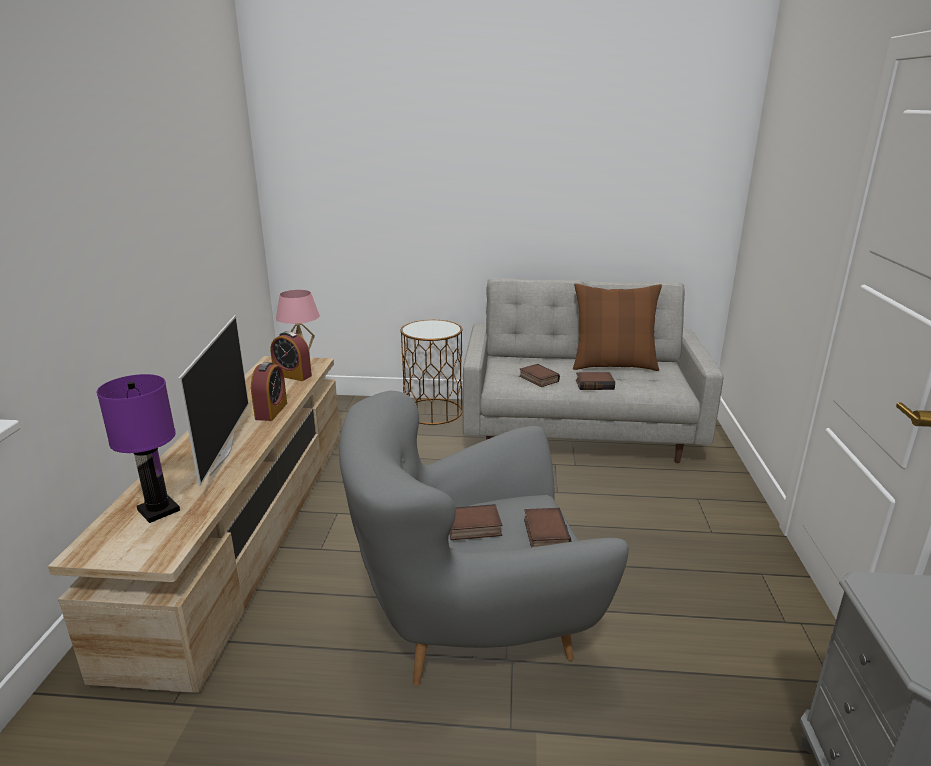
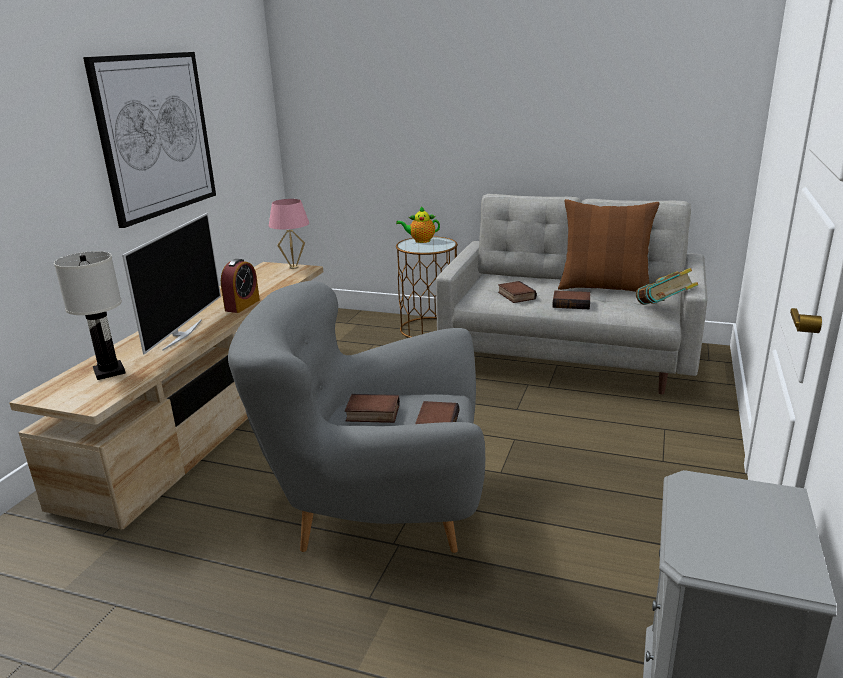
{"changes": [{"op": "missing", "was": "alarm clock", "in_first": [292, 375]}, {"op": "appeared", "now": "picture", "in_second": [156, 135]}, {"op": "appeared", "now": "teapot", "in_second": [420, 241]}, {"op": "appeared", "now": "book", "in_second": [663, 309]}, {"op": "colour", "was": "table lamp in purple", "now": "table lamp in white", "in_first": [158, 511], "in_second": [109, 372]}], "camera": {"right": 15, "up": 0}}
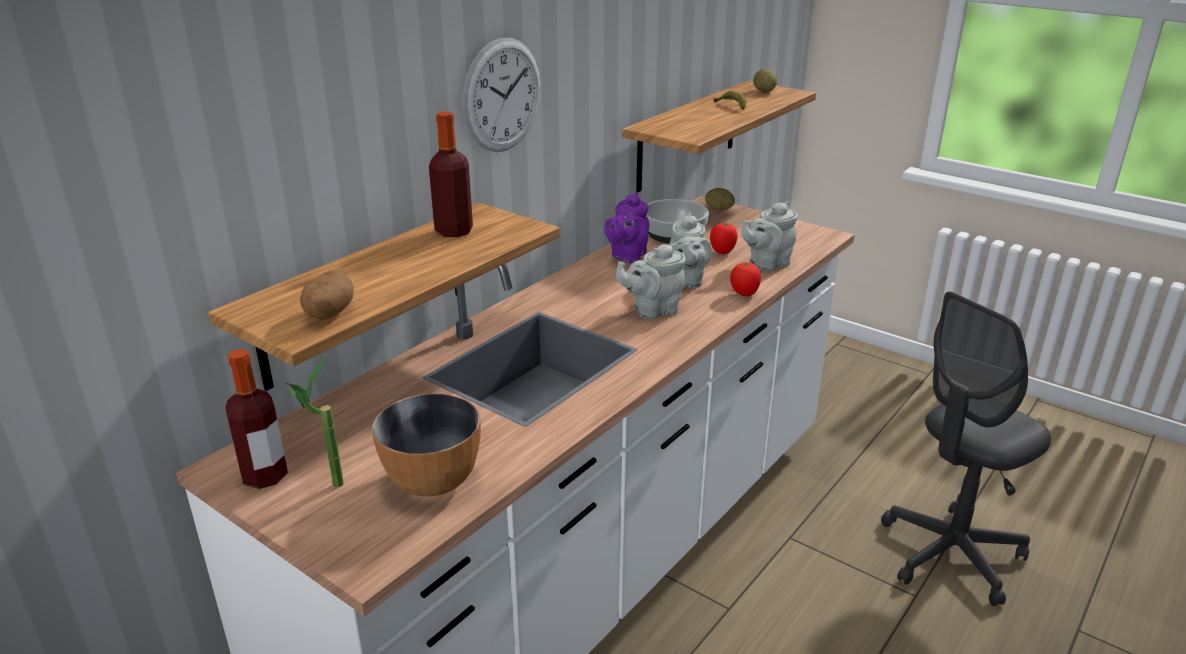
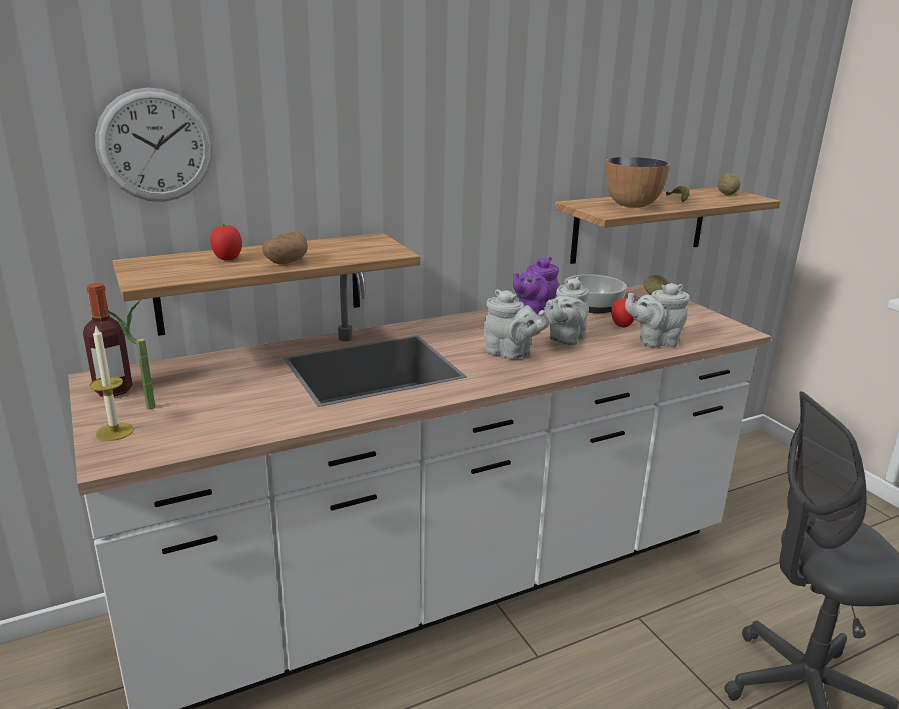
{"changes": [{"op": "missing", "was": "bottle", "in_first": [454, 231]}, {"op": "appeared", "now": "candle", "in_second": [115, 432]}, {"op": "relocated", "was": "potato", "in_first": [328, 314], "in_second": [285, 262]}, {"op": "relocated", "was": "bowl", "in_first": [433, 481], "in_second": [632, 205]}, {"op": "relocated", "was": "wall clock", "in_first": [502, 95], "in_second": [155, 146]}, {"op": "relocated", "was": "tomato", "in_first": [744, 294], "in_second": [227, 259]}, {"op": "spun", "was": "teapot in grey", "in_first": [652, 310], "in_second": [511, 353], "clockwise": -150}], "camera": {"right": 25, "up": -5}}
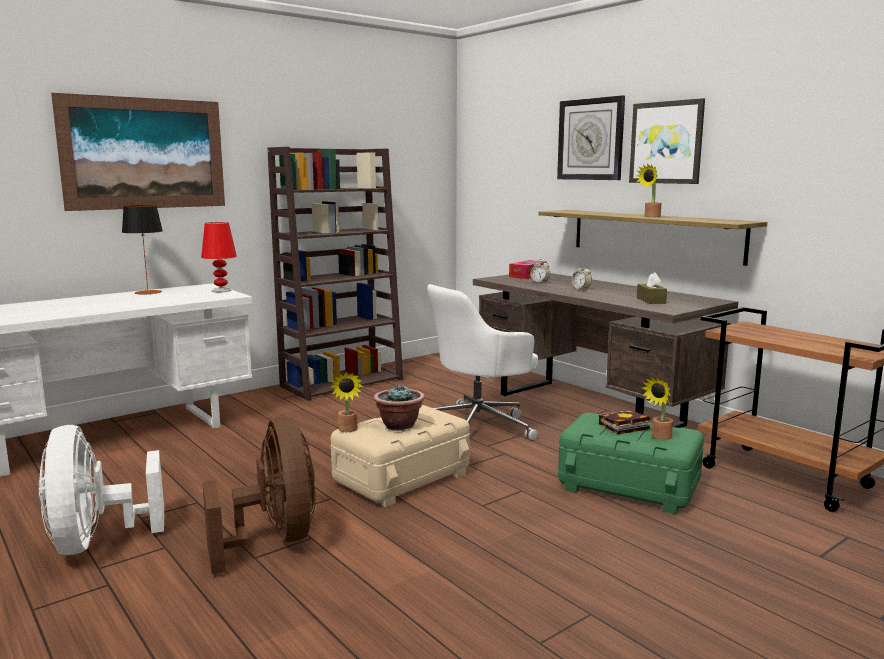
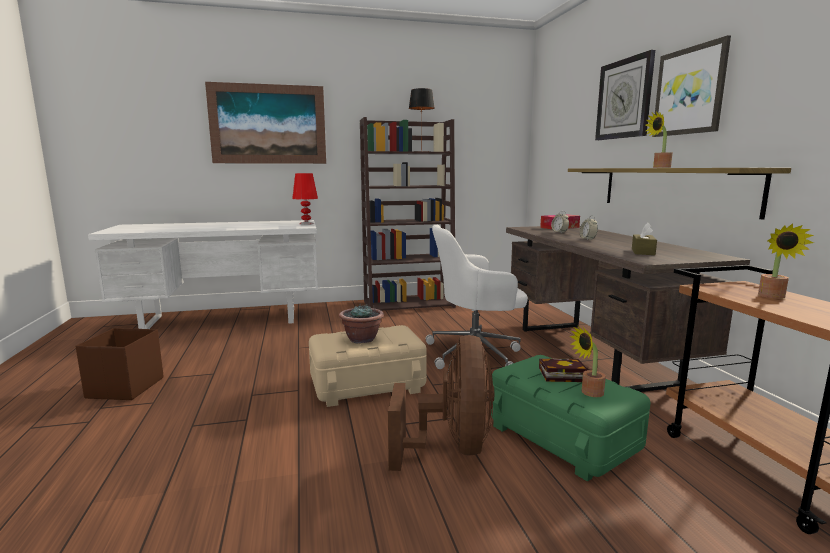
{"changes": [{"op": "relocated", "was": "table lamp", "in_first": [148, 292], "in_second": [421, 151]}, {"op": "relocated", "was": "fan in brown", "in_first": [274, 539], "in_second": [452, 447]}, {"op": "relocated", "was": "potted plant", "in_first": [348, 430], "in_second": [773, 297]}, {"op": "exchanged", "was": "fan in white", "now": "storage box in brown", "in_first": [96, 541], "in_second": [124, 388]}], "camera": {"right": 25, "up": 0}}
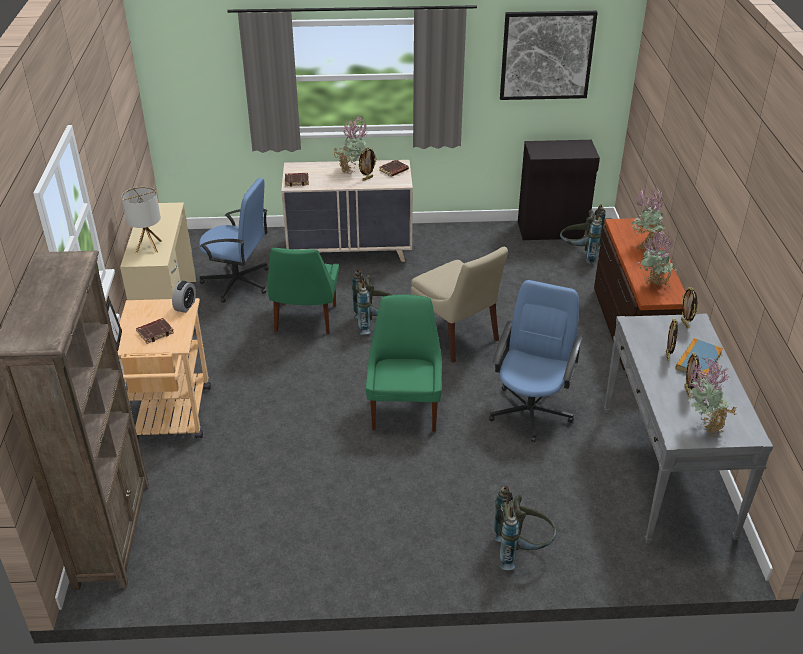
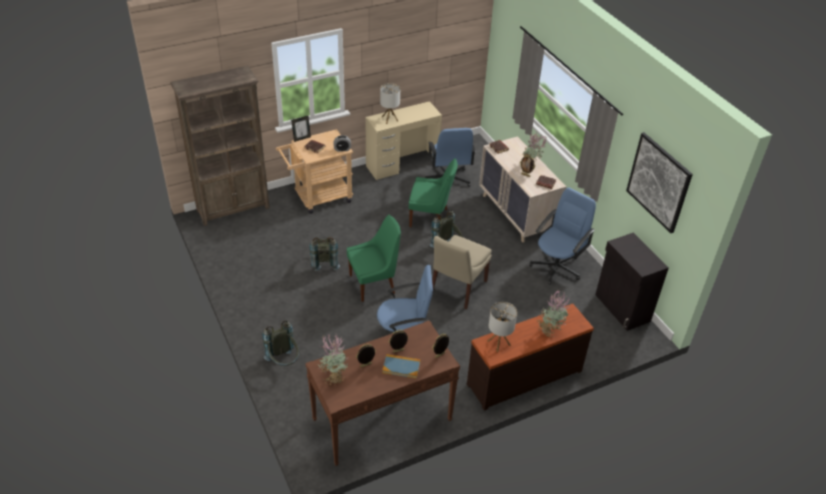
{"changes": [{"op": "appeared", "now": "office chair in blue", "in_second": [556, 267]}, {"op": "relocated", "was": "backpack in grey", "in_first": [579, 254], "in_second": [324, 262]}, {"op": "exchanged", "was": "potted plant", "now": "table lamp", "in_first": [653, 286], "in_second": [498, 343]}, {"op": "colour", "was": "console table in grey", "now": "console table in brown", "in_first": [666, 471], "in_second": [382, 420]}, {"op": "spun", "was": "chair in green", "in_first": [305, 320], "in_second": [430, 218], "clockwise": -150}], "camera": {"right": 65, "up": 5}}
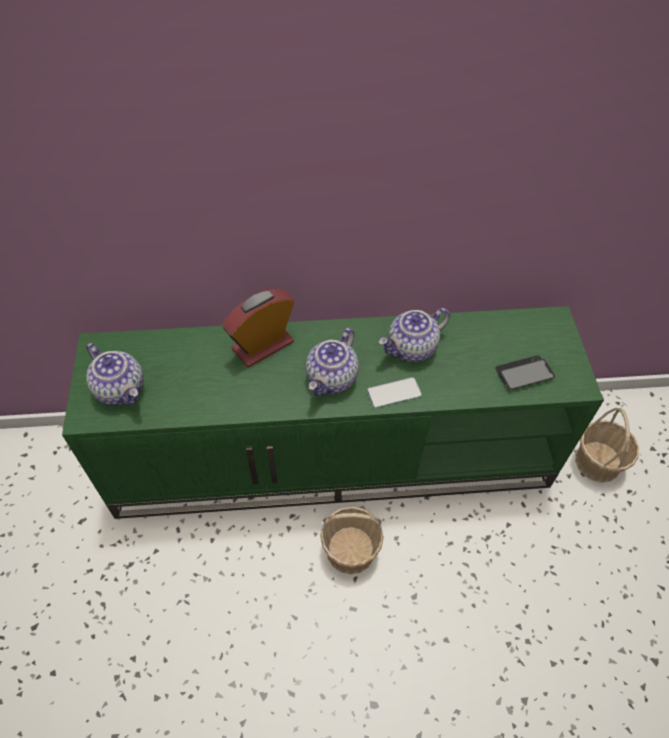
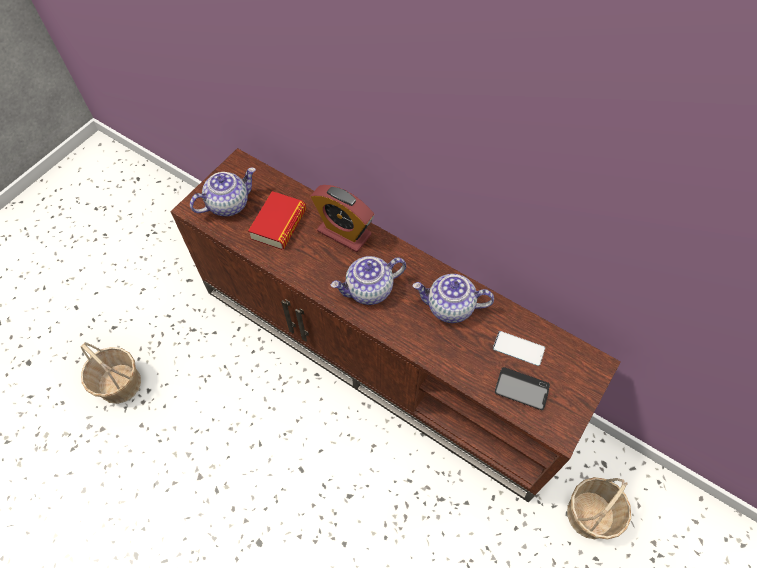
{"changes": [{"op": "appeared", "now": "book", "in_second": [279, 224]}, {"op": "relocated", "was": "basket", "in_first": [351, 550], "in_second": [120, 384]}, {"op": "relocated", "was": "phone", "in_first": [394, 393], "in_second": [518, 348]}, {"op": "colour", "was": "tv stand in green", "now": "tv stand in brown", "in_first": [334, 455], "in_second": [382, 353]}, {"op": "spun", "was": "teapot", "in_first": [121, 389], "in_second": [228, 204], "clockwise": -120}, {"op": "spun", "was": "alarm clock", "in_first": [263, 345], "in_second": [344, 233], "clockwise": -150}], "camera": {"right": 40, "up": 5}}
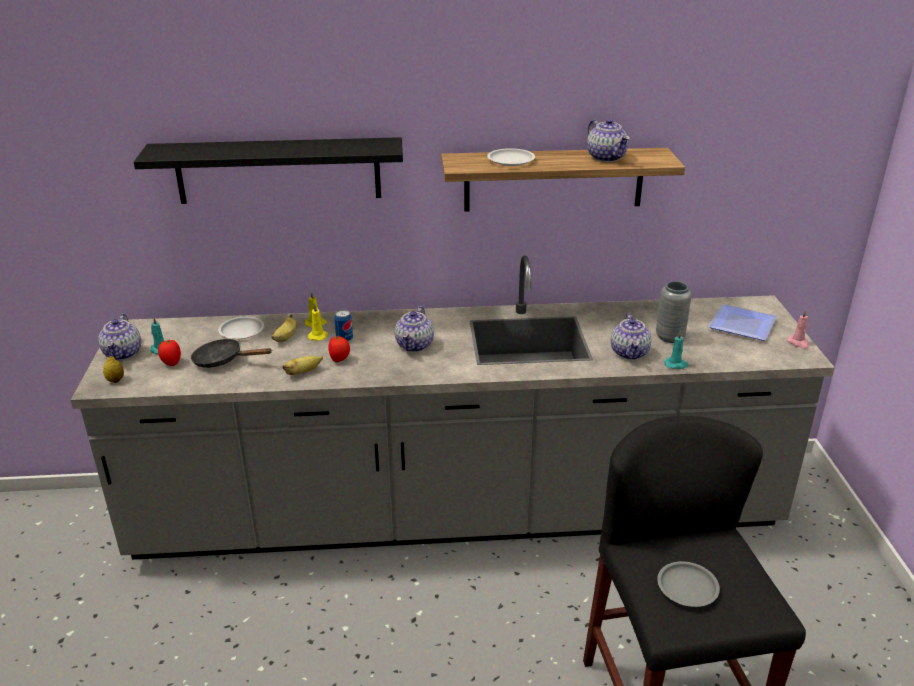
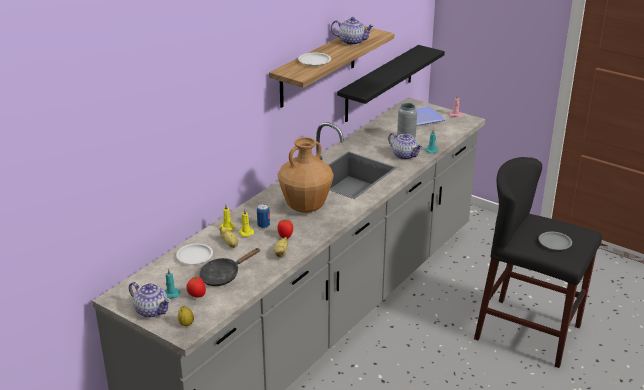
{"changes": [{"op": "relocated", "was": "shelf in black", "in_first": [278, 170], "in_second": [379, 83]}, {"op": "exchanged", "was": "teapot", "now": "vase in brown", "in_first": [415, 345], "in_second": [306, 207]}], "camera": {"right": -50, "up": 0}}
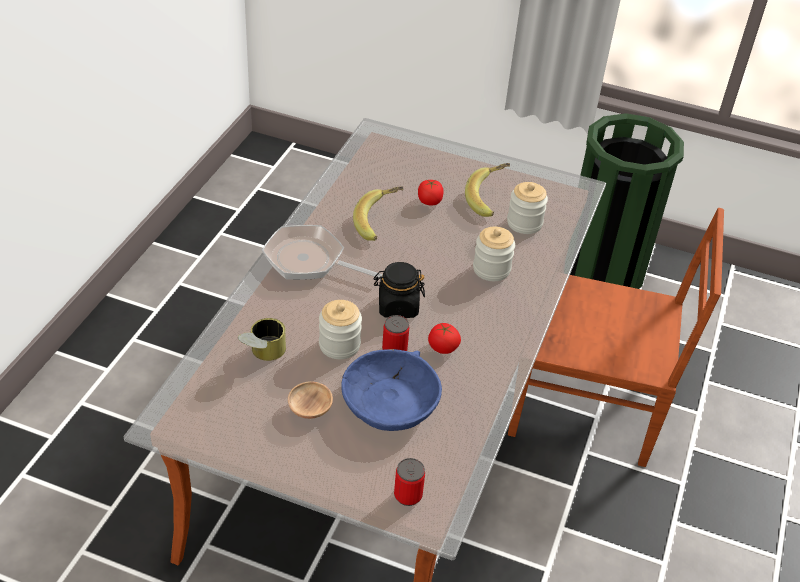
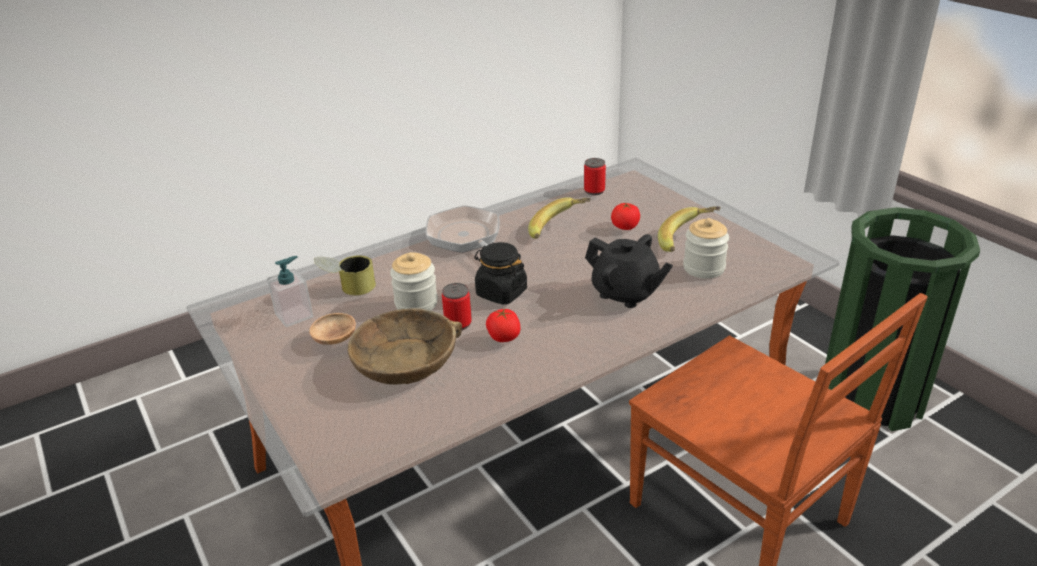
{"changes": [{"op": "appeared", "now": "soap dispenser", "in_second": [294, 315]}, {"op": "relocated", "was": "can", "in_first": [408, 495], "in_second": [594, 191]}, {"op": "exchanged", "was": "jar", "now": "teapot in black", "in_first": [491, 269], "in_second": [625, 293]}, {"op": "colour", "was": "bowl in blue", "now": "bowl in brown", "in_first": [390, 401], "in_second": [405, 360]}], "camera": {"right": 40, "up": -10}}
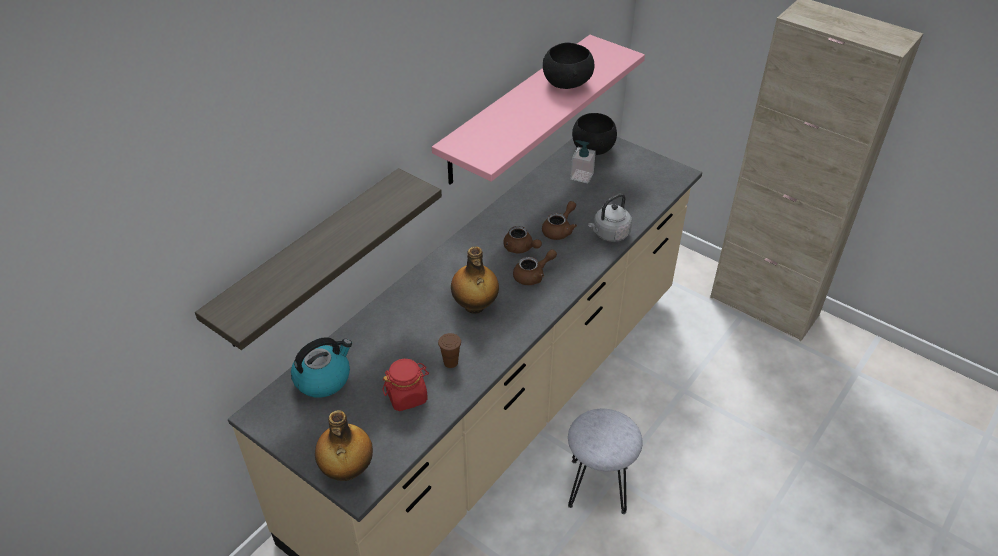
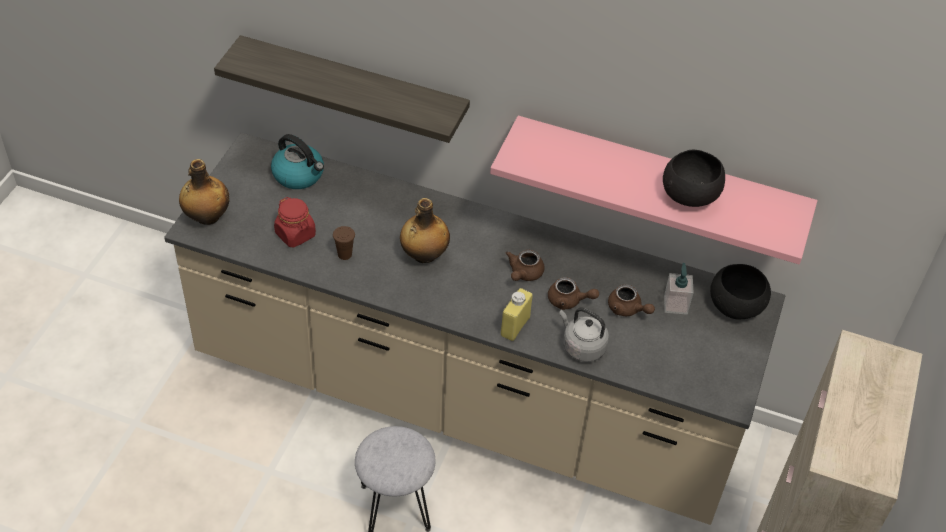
{"changes": [{"op": "appeared", "now": "bottle in yellow", "in_second": [515, 326]}, {"op": "relocated", "was": "teapot in brown", "in_first": [533, 275], "in_second": [627, 309]}], "camera": {"right": 70, "up": 5}}
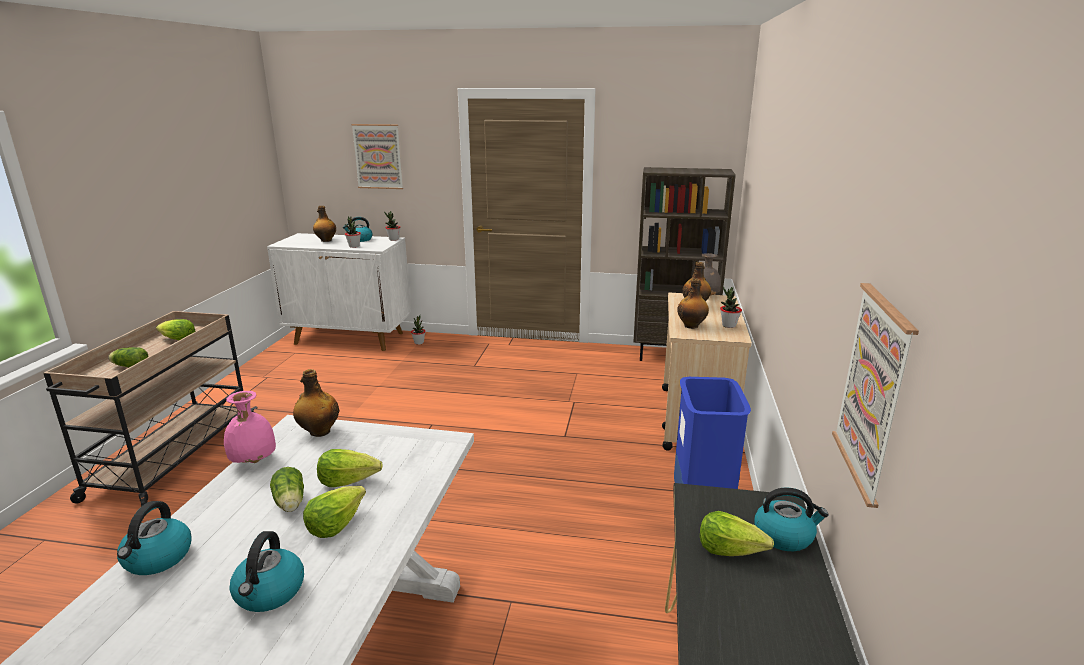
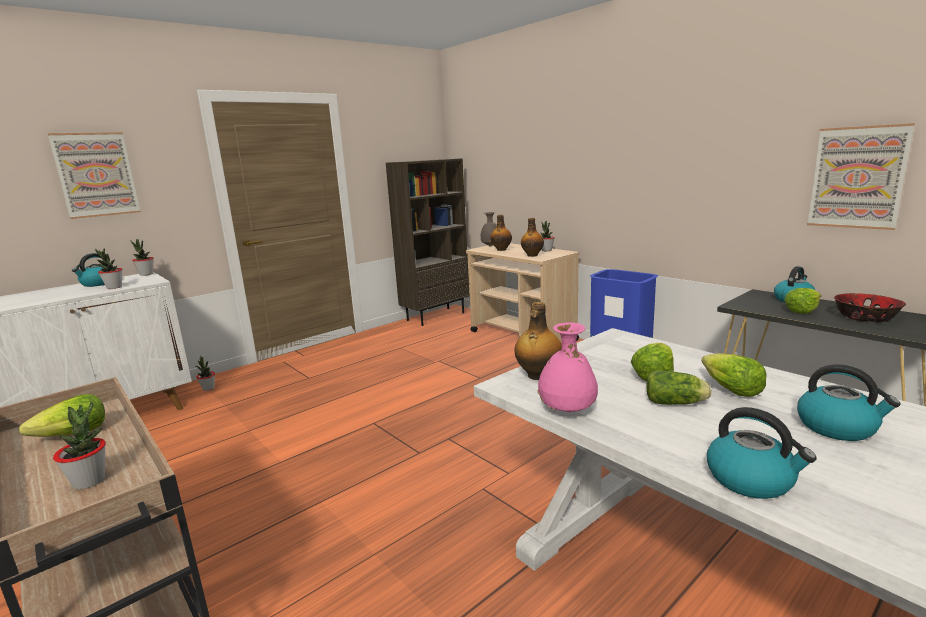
{"changes": [{"op": "missing", "was": "bottle", "in_first": [326, 240]}, {"op": "appeared", "now": "bowl", "in_second": [865, 317]}, {"op": "exchanged", "was": "lettuce", "now": "potted plant", "in_first": [129, 366], "in_second": [89, 481]}], "camera": {"right": -50, "up": -5}}
